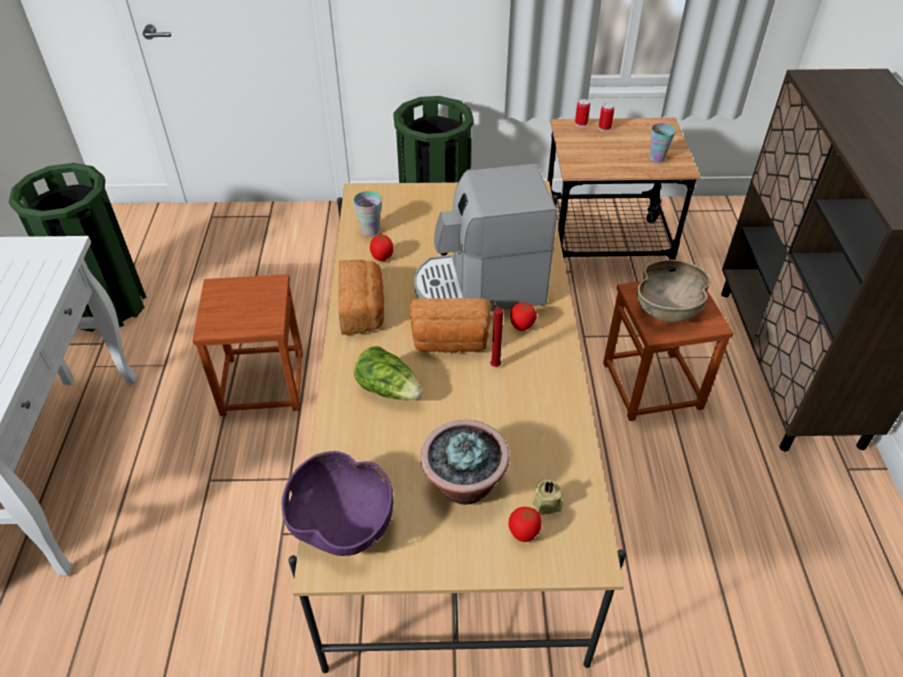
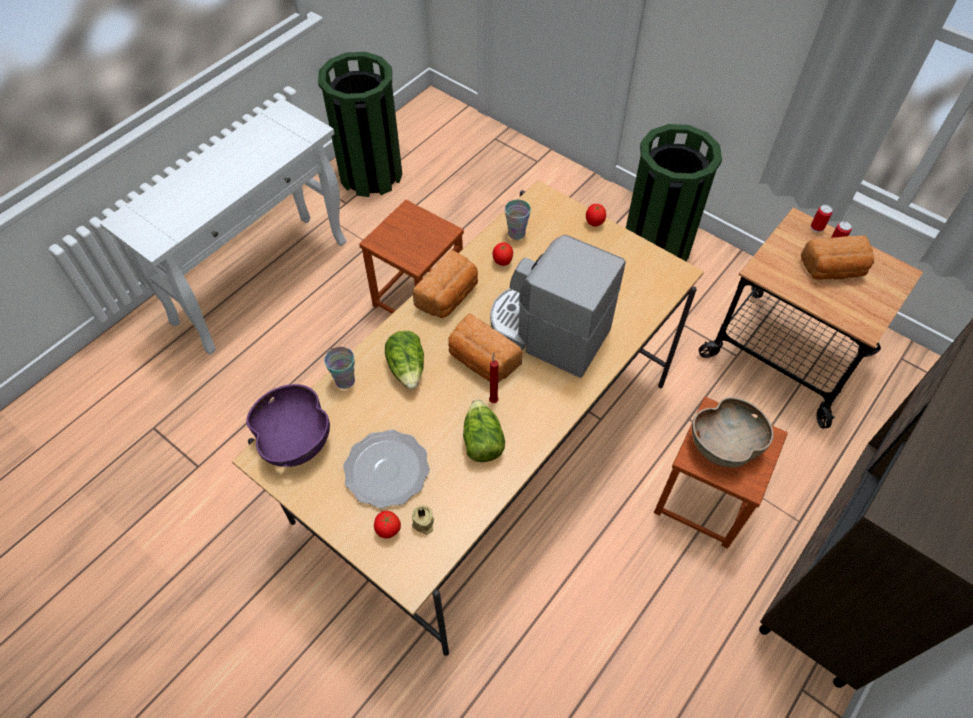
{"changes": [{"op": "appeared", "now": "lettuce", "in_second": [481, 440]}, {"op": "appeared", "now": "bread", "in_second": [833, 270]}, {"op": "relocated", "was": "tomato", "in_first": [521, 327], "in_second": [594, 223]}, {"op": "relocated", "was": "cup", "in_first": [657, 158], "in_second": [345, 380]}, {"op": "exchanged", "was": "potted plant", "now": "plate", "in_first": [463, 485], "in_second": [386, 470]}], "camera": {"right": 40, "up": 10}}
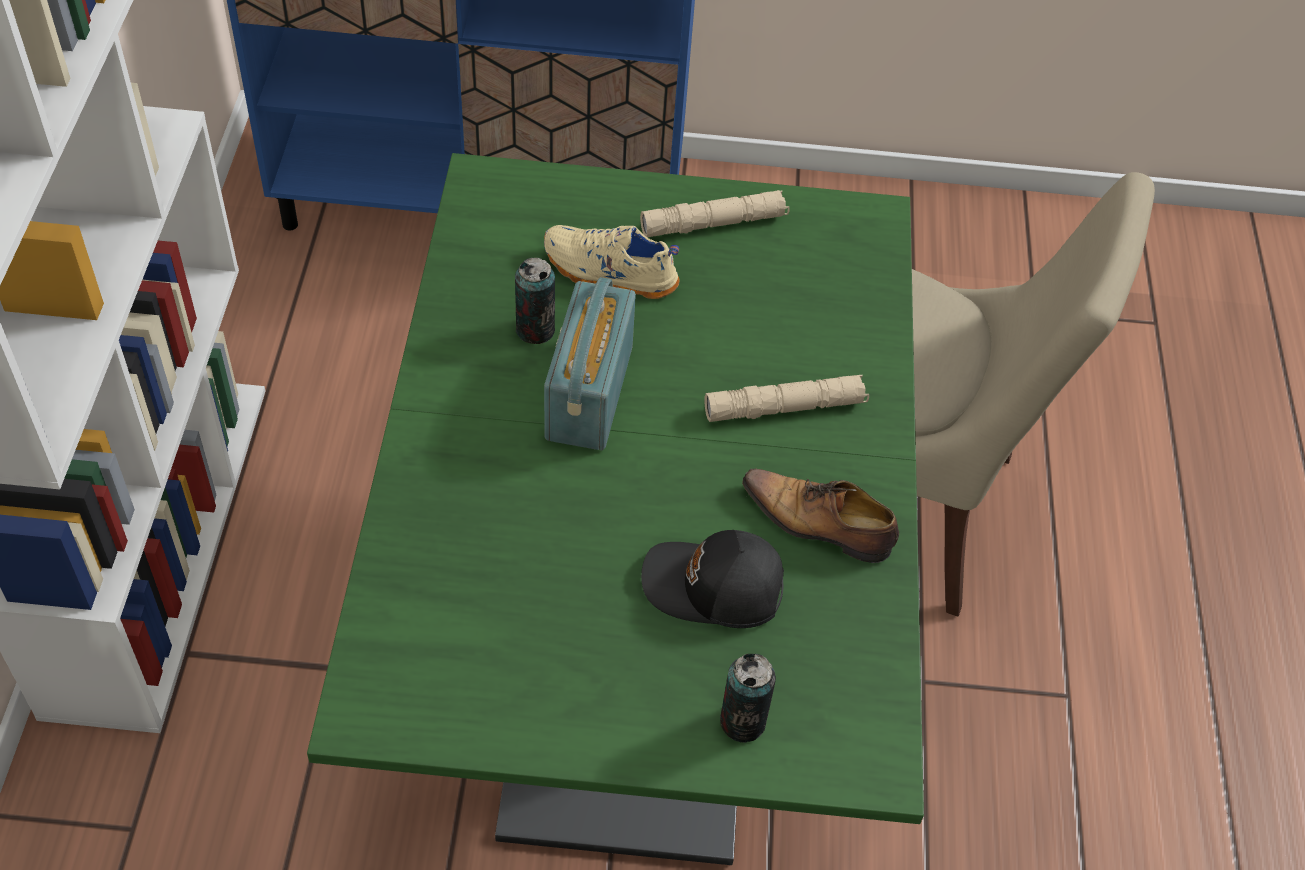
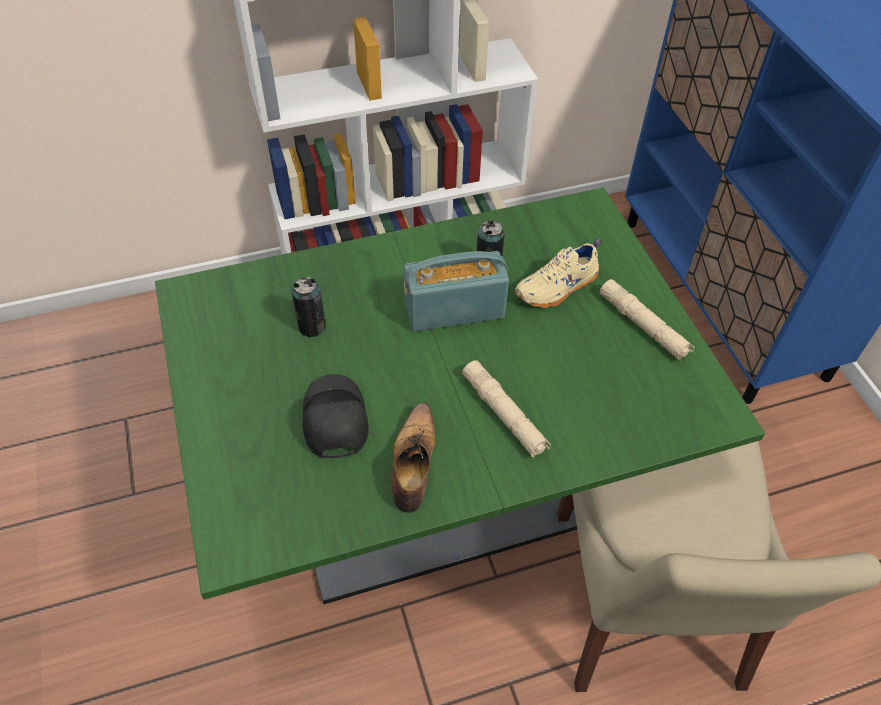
{"changes": [{"op": "relocated", "was": "can", "in_first": [742, 722], "in_second": [312, 327]}, {"op": "spun", "was": "shoe in beige", "in_first": [609, 274], "in_second": [558, 288], "clockwise": -120}], "camera": {"right": 70, "up": 0}}
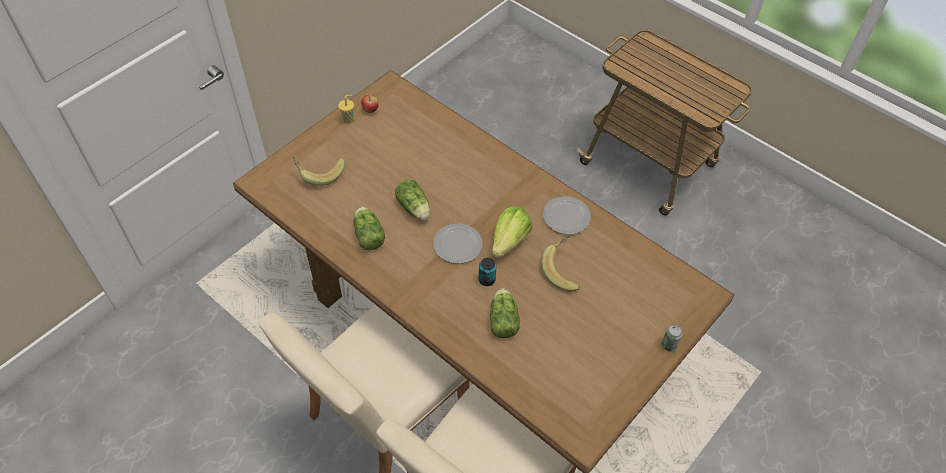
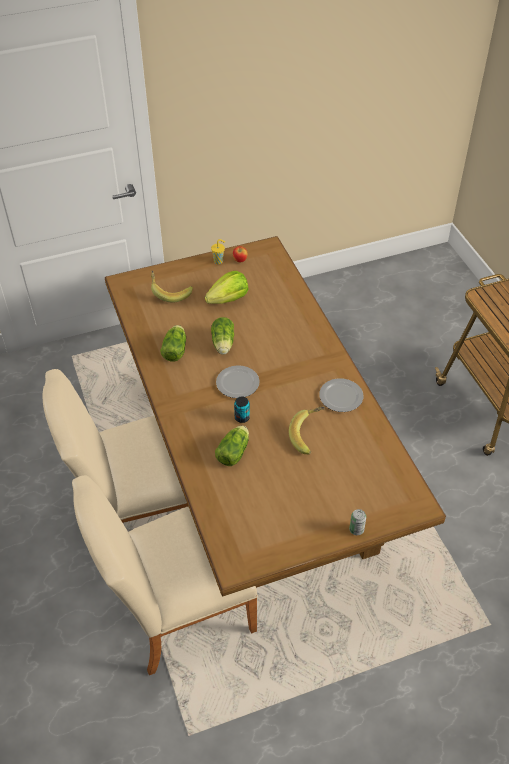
{"changes": [{"op": "relocated", "was": "lettuce", "in_first": [509, 241], "in_second": [228, 299]}], "camera": {"right": 30, "up": -5}}
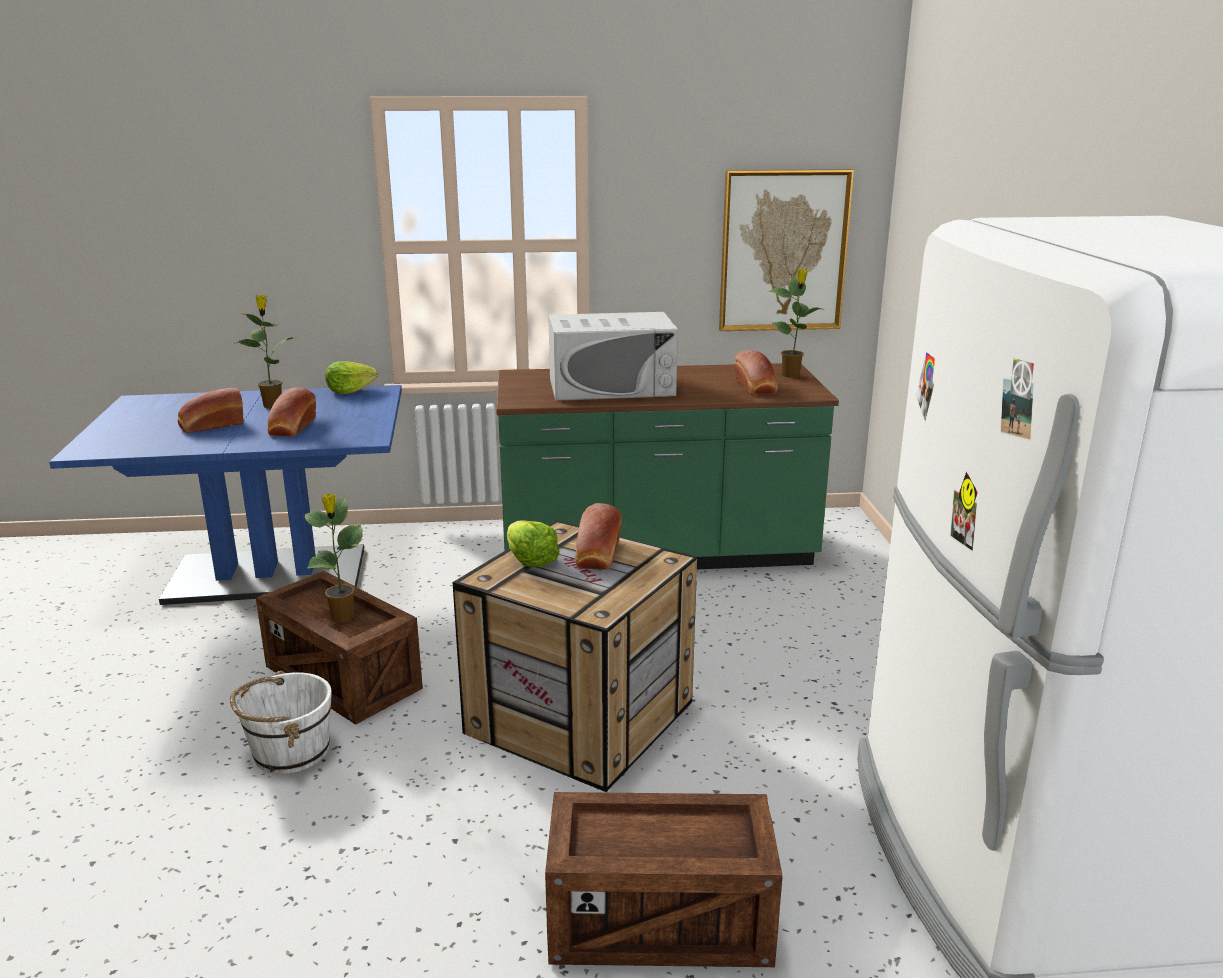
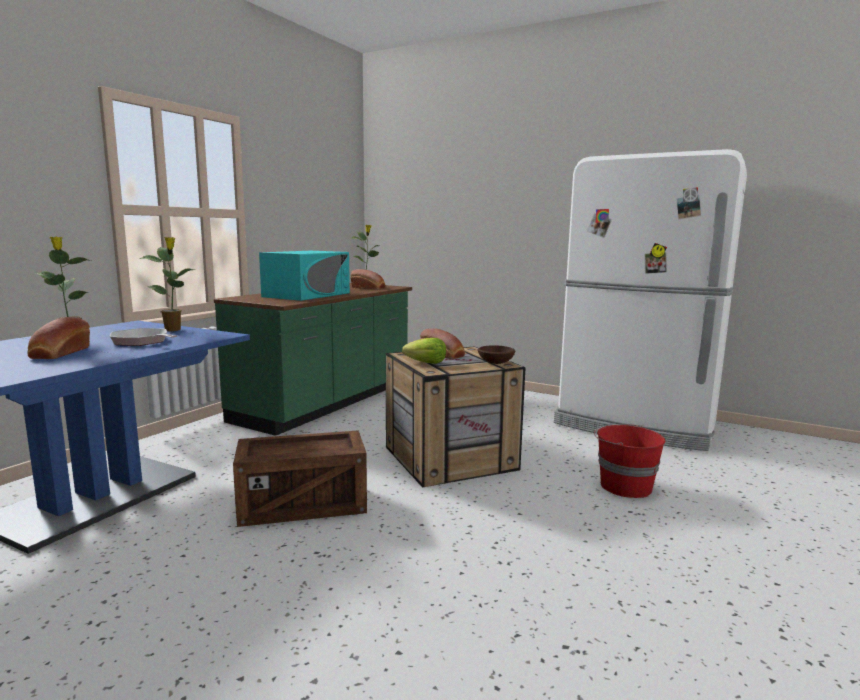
{"changes": [{"op": "missing", "was": "bucket in white", "in_first": [290, 751]}, {"op": "missing", "was": "lettuce", "in_first": [350, 390]}, {"op": "missing", "was": "picture", "in_first": [783, 251]}, {"op": "appeared", "now": "bowl in brown", "in_second": [496, 362]}, {"op": "relocated", "was": "potted plant", "in_first": [342, 617], "in_second": [173, 330]}, {"op": "exchanged", "was": "bread", "now": "frying pan", "in_first": [292, 428], "in_second": [142, 342]}, {"op": "exchanged", "was": "crate", "now": "bucket in red", "in_first": [659, 922], "in_second": [624, 486]}, {"op": "colour", "was": "microwave in white", "now": "microwave in turquoise", "in_first": [611, 387], "in_second": [307, 295]}], "camera": {"right": -55, "up": -10}}
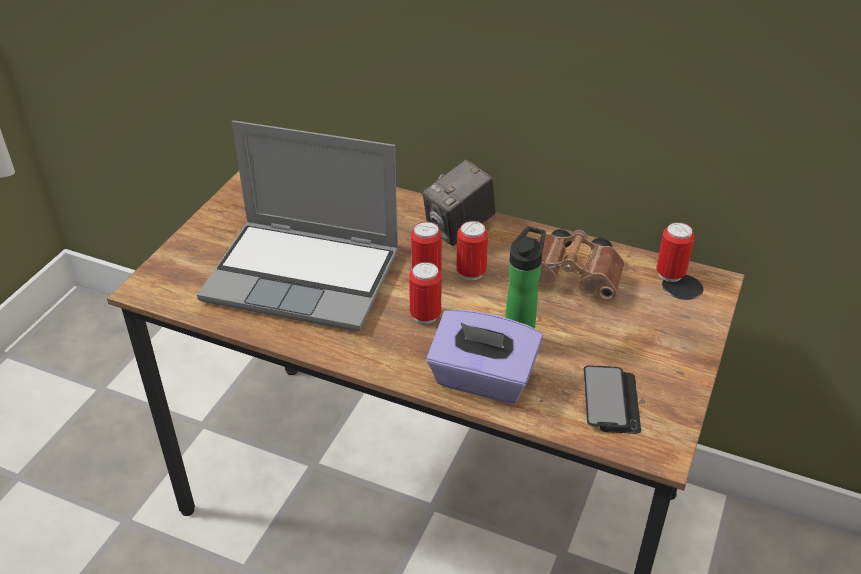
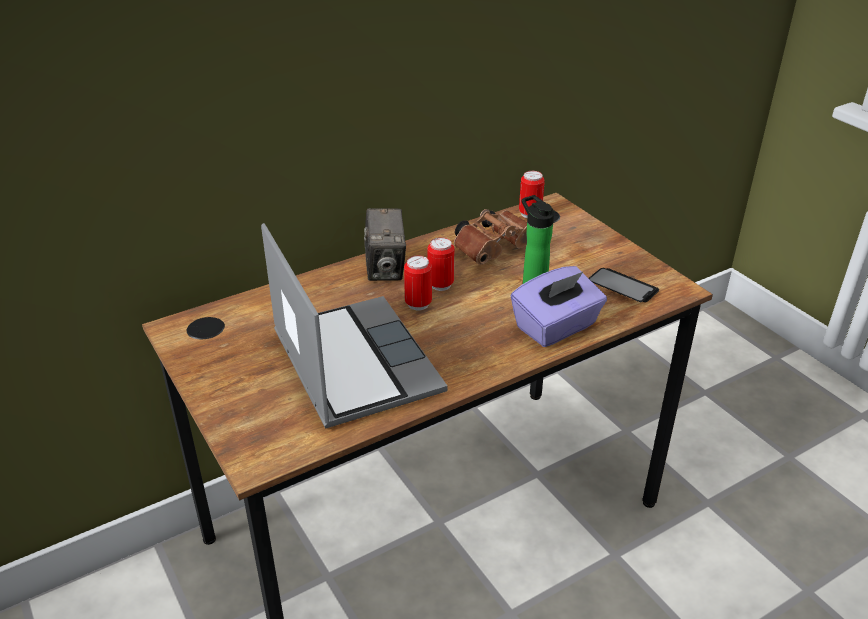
{"changes": [{"op": "missing", "was": "can", "in_first": [425, 315]}, {"op": "spun", "was": "laptop", "in_first": [305, 276], "in_second": [352, 362], "clockwise": -75}], "camera": {"right": -55, "up": -5}}
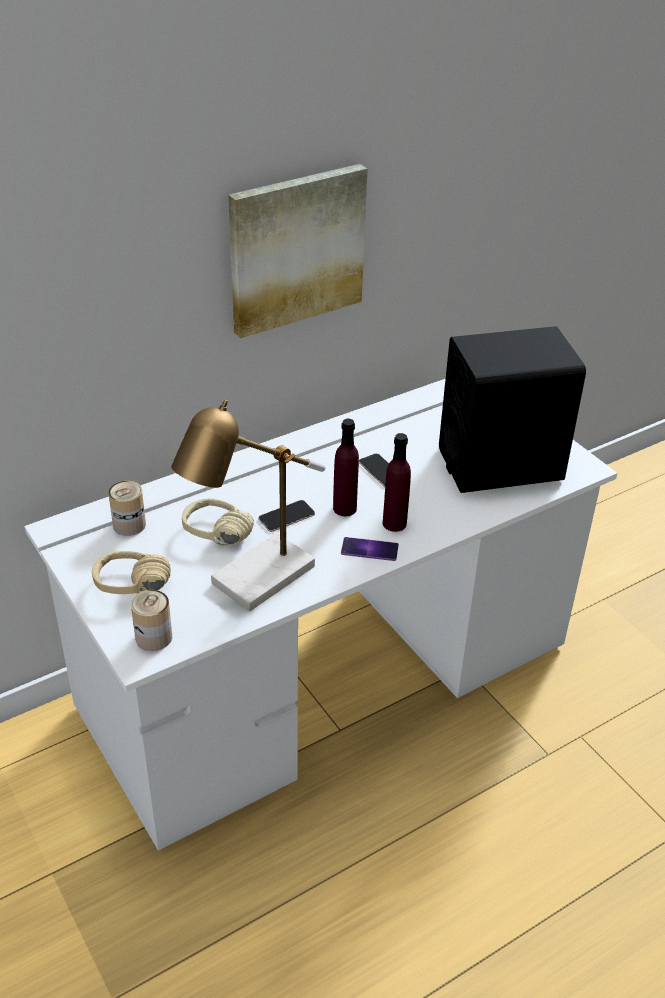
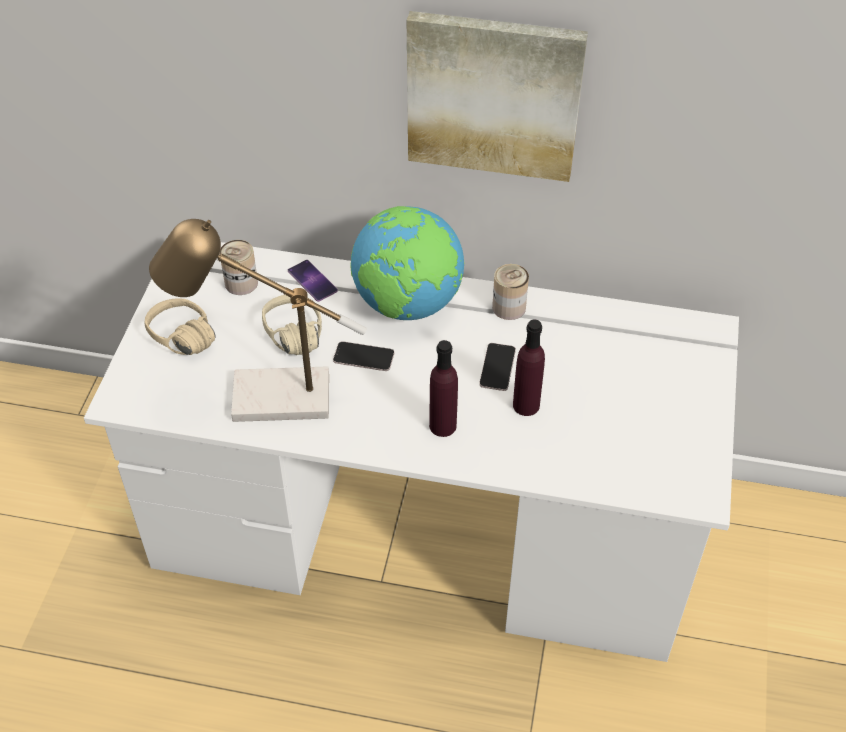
{"changes": [{"op": "missing", "was": "speaker in black", "in_first": [500, 464]}, {"op": "appeared", "now": "globe", "in_second": [408, 304]}, {"op": "relocated", "was": "can", "in_first": [153, 637], "in_second": [509, 307]}, {"op": "relocated", "was": "bottle in purple", "in_first": [344, 508], "in_second": [526, 405]}, {"op": "relocated", "was": "phone", "in_first": [369, 549], "in_second": [312, 281]}], "camera": {"right": 45, "up": 10}}
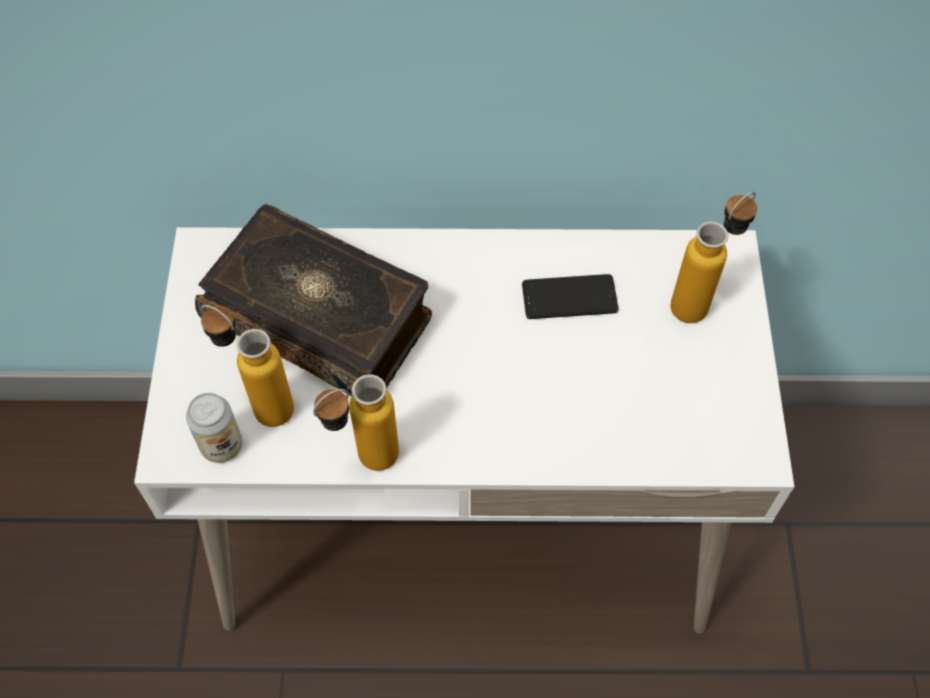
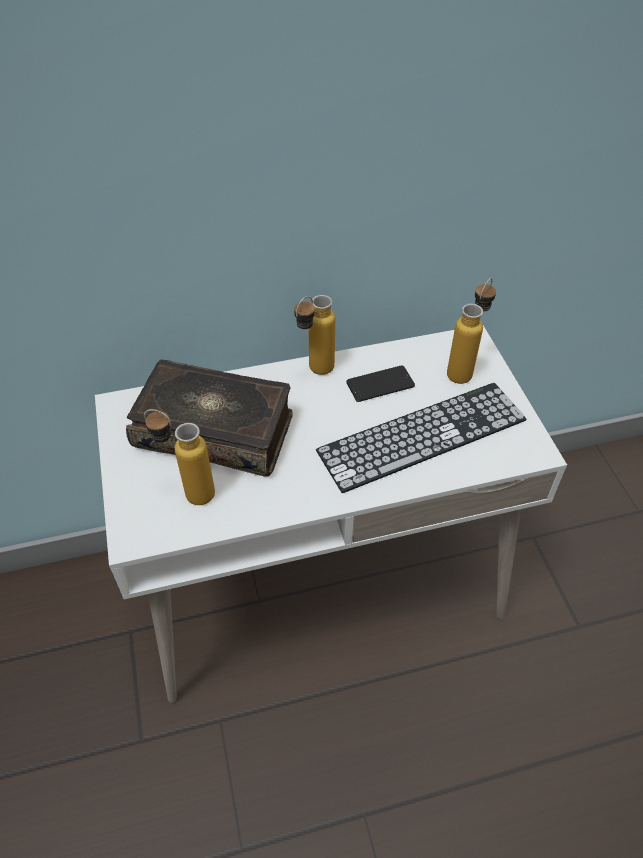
{"changes": [{"op": "missing", "was": "can", "in_first": [222, 445]}, {"op": "appeared", "now": "keyboard", "in_second": [422, 435]}, {"op": "relocated", "was": "bottle", "in_first": [363, 462], "in_second": [314, 372]}], "camera": {"right": -15, "up": -10}}
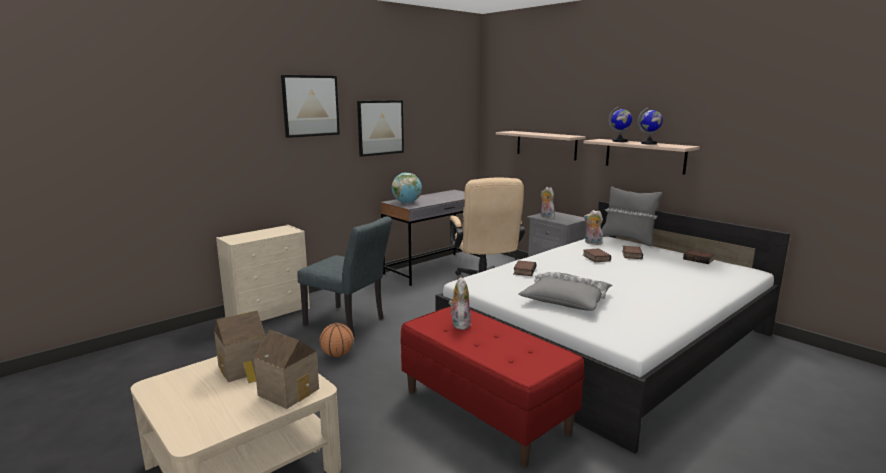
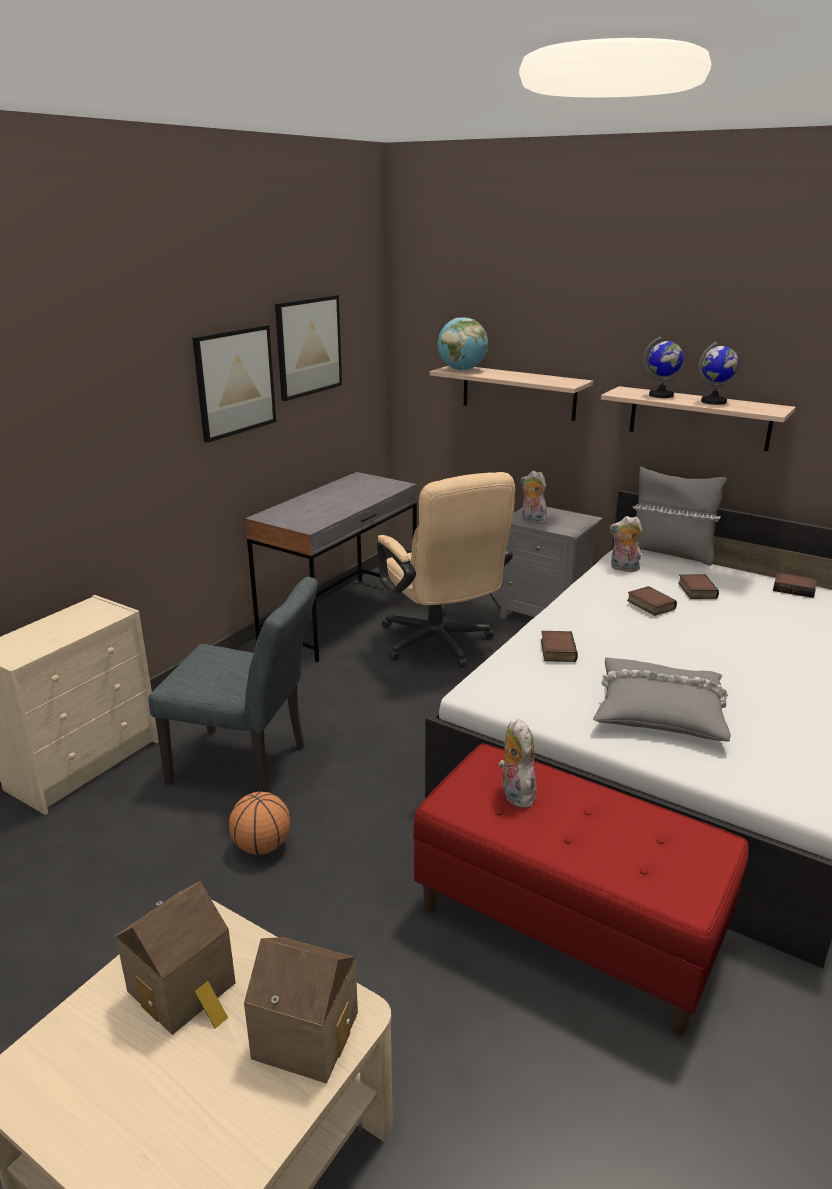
{"changes": [{"op": "relocated", "was": "picture", "in_first": [310, 106], "in_second": [308, 346]}, {"op": "relocated", "was": "globe", "in_first": [407, 203], "in_second": [462, 370]}], "camera": {"right": -15, "up": 10}}
